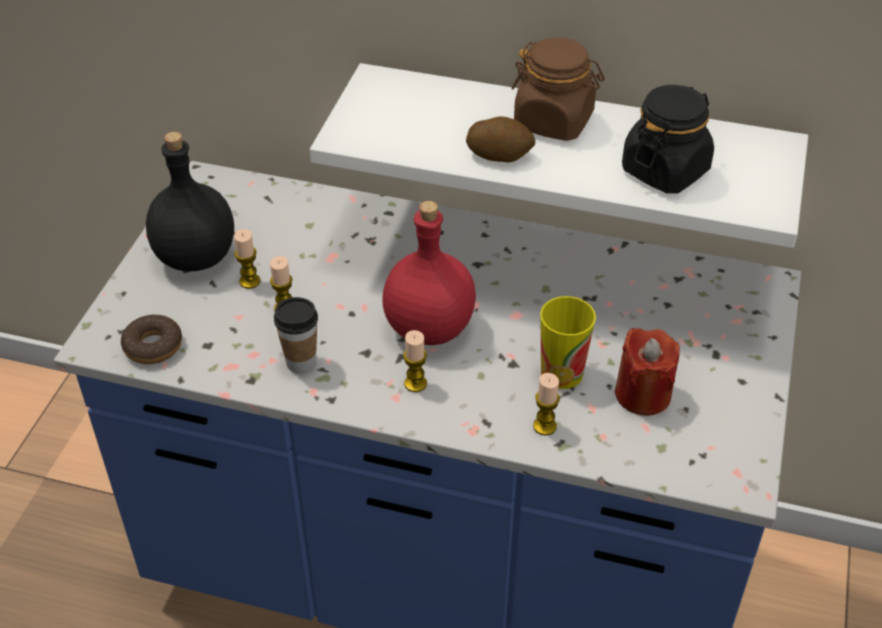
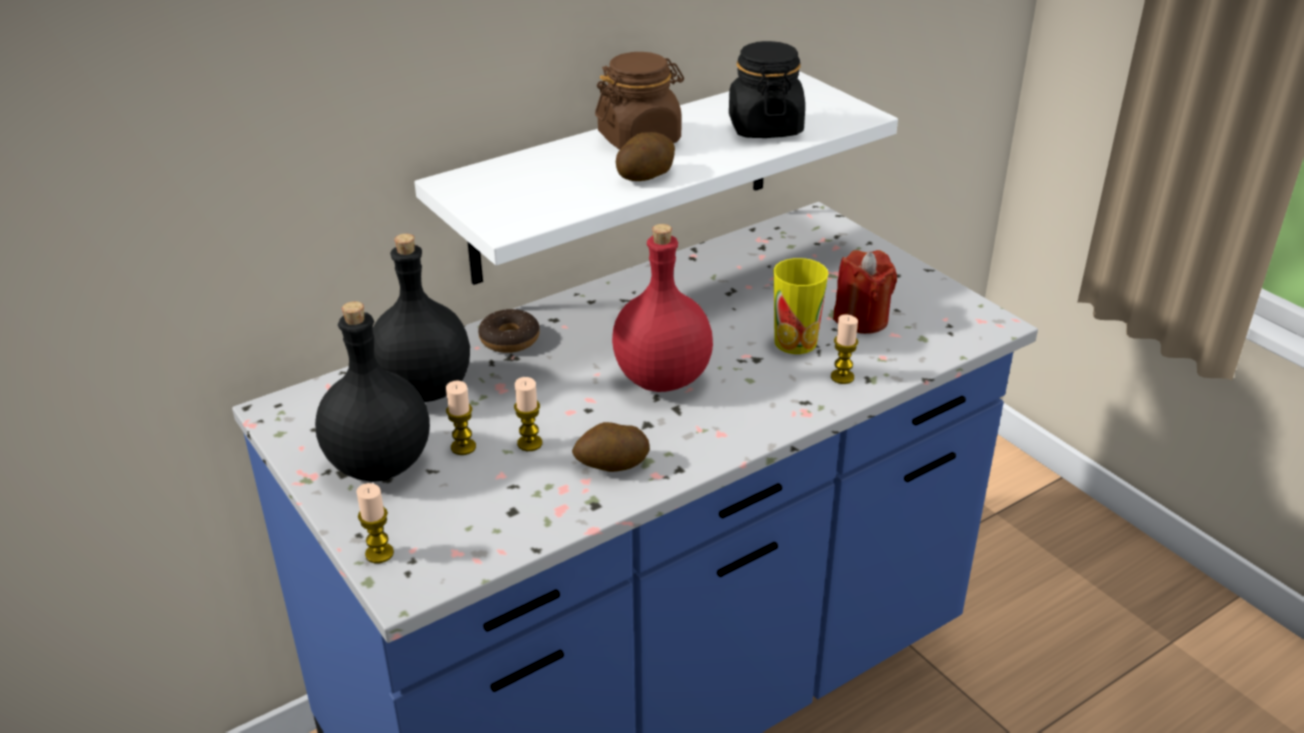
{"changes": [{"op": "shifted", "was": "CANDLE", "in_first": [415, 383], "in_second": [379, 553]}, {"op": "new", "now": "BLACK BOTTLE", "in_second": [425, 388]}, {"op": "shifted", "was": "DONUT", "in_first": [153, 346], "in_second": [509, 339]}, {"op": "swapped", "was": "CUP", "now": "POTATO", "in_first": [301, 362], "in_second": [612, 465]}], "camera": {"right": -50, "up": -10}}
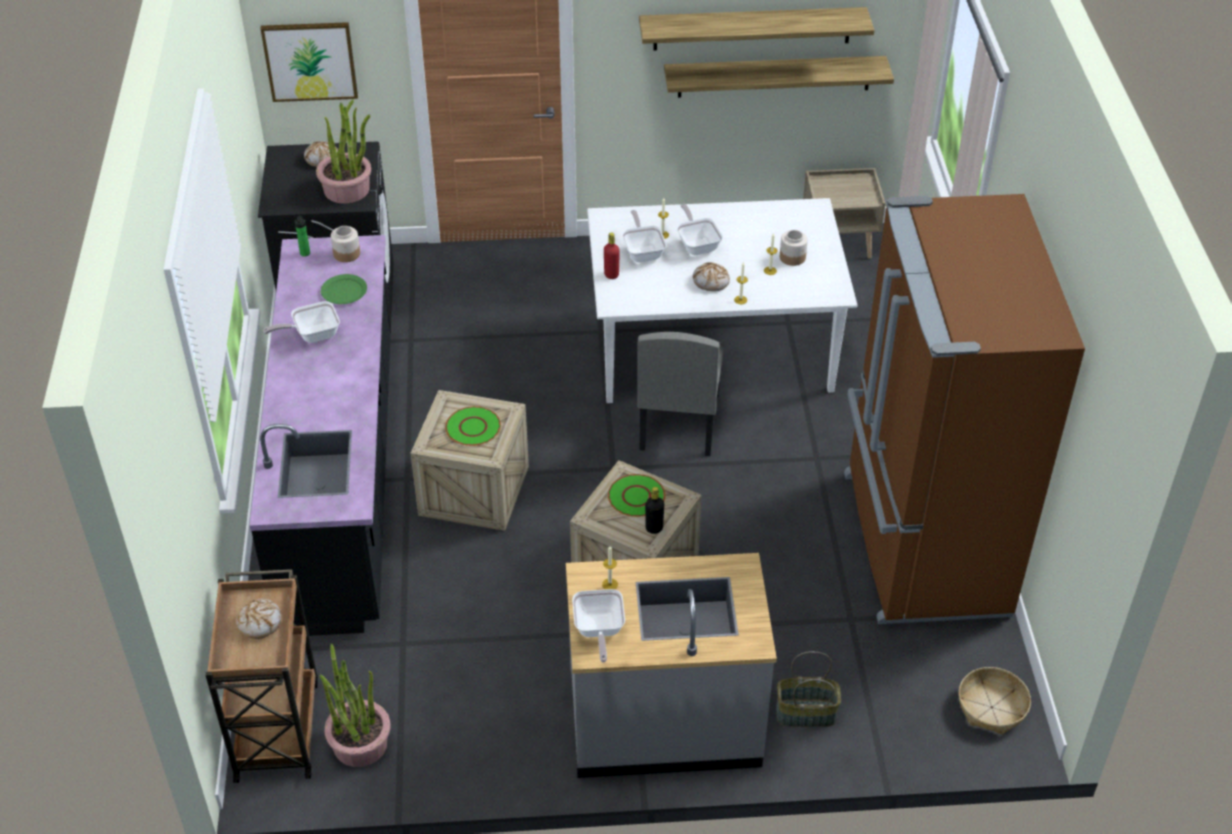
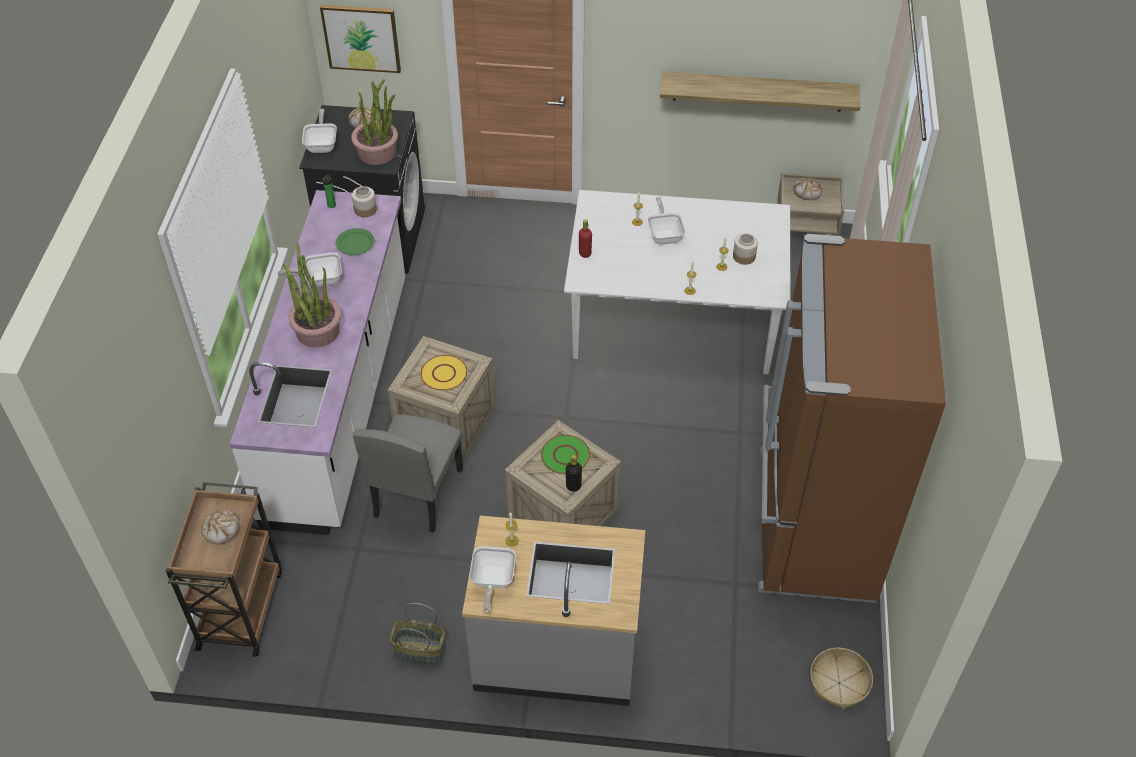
{"changes": [{"op": "repainted", "was": "BLACK COUNTER", "now": "WHITE COUNTER", "in_first": [342, 481], "in_second": [340, 399]}, {"op": "shifted", "was": "POTTED PLANT", "in_first": [360, 743], "in_second": [317, 331]}, {"op": "shifted", "was": "FRYING PAN", "in_first": [643, 251], "in_second": [322, 144]}, {"op": "shifted", "was": "GREY CHAIR", "in_first": [678, 421], "in_second": [417, 492]}, {"op": "shifted", "was": "BASKET", "in_first": [805, 714], "in_second": [419, 651]}, {"op": "repainted", "was": "GREEN PLATE", "now": "YELLOW PLATE", "in_first": [473, 427], "in_second": [444, 373]}, {"op": "shifted", "was": "BREAD", "in_first": [711, 281], "in_second": [807, 192]}, {"op": "gone", "was": "SHELF", "in_first": [752, 28]}], "camera": {"right": 10, "up": 5}}
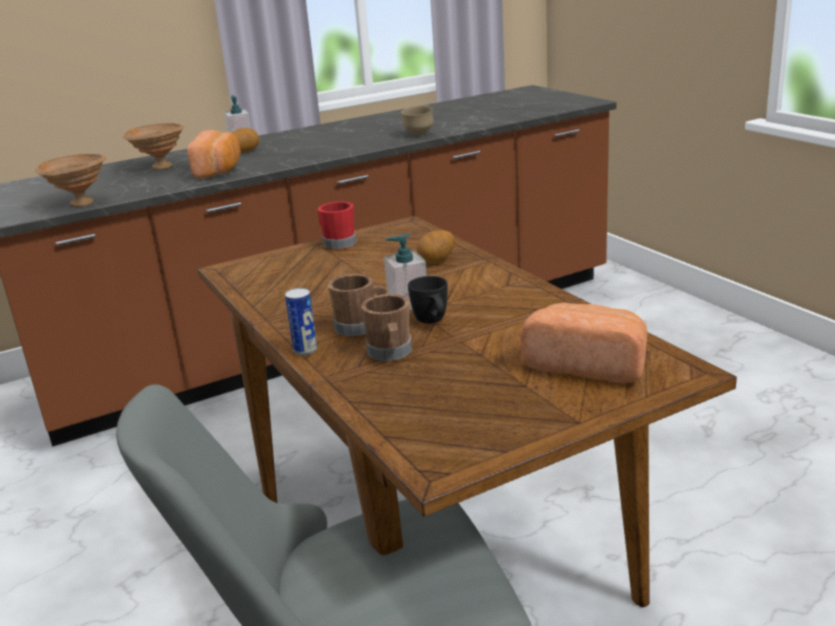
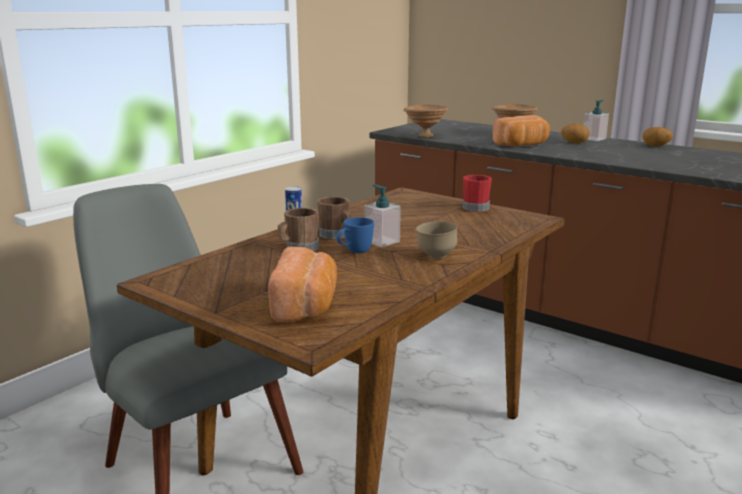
{"changes": [{"op": "repainted", "was": "BLACK MUG", "now": "BLUE MUG", "in_first": [433, 322], "in_second": [354, 252]}, {"op": "shifted", "was": "BROWN BOWL", "in_first": [418, 134], "in_second": [435, 256]}, {"op": "shifted", "was": "POTATO", "in_first": [437, 261], "in_second": [656, 146]}], "camera": {"right": 65, "up": -5}}
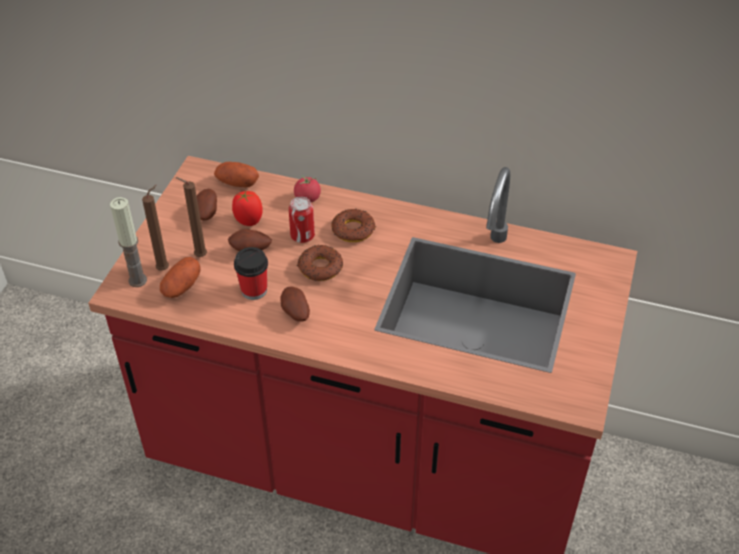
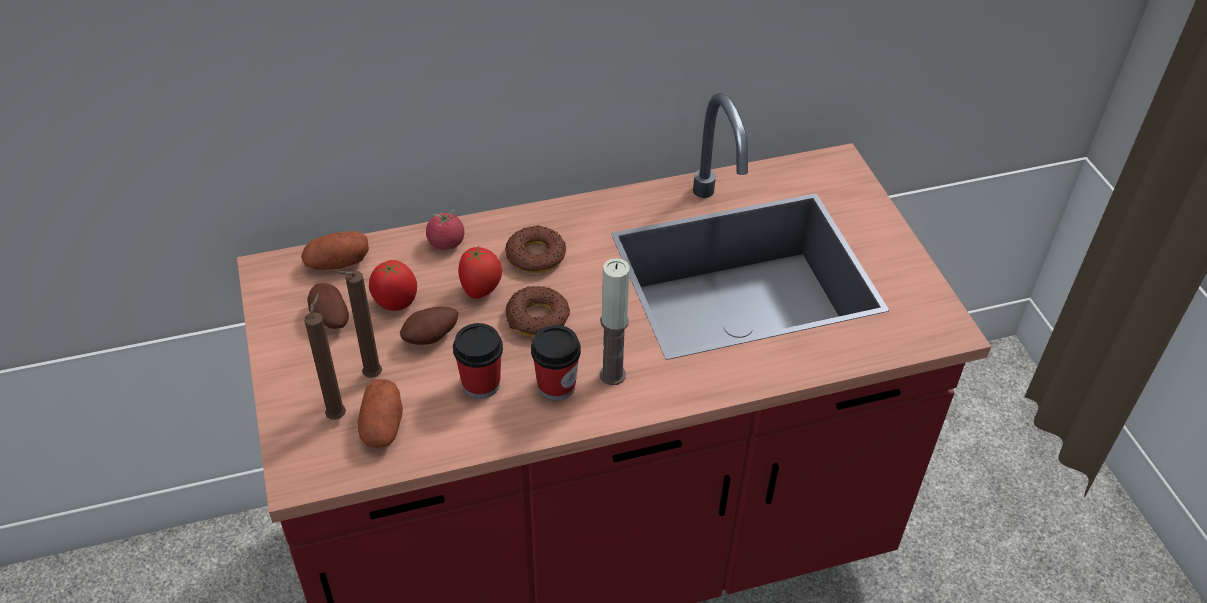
{"changes": [{"op": "swapped", "was": "CAN", "now": "TOMATO", "in_first": [302, 236], "in_second": [481, 290]}, {"op": "swapped", "was": "POTATO", "now": "CUP", "in_first": [295, 313], "in_second": [556, 386]}, {"op": "shifted", "was": "CANDLE", "in_first": [137, 280], "in_second": [612, 374]}], "camera": {"right": -35, "up": 0}}
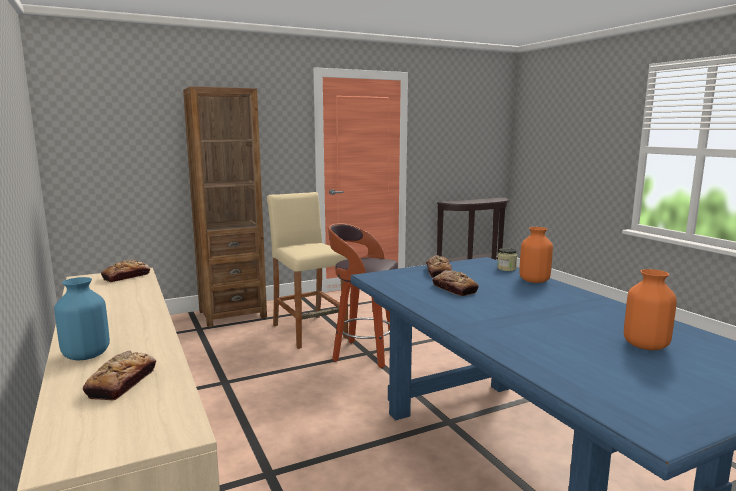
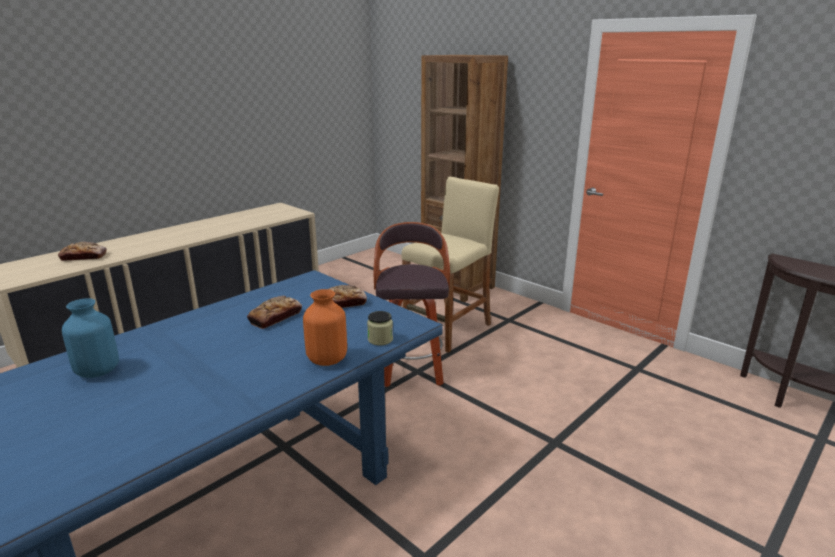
{"changes": [{"op": "shifted", "was": "BLUE VASE", "in_first": [86, 355], "in_second": [97, 371]}, {"op": "gone", "was": "BREAD", "in_first": [126, 276]}, {"op": "gone", "was": "ORANGE VASE", "in_first": [646, 346]}], "camera": {"right": 70, "up": 10}}
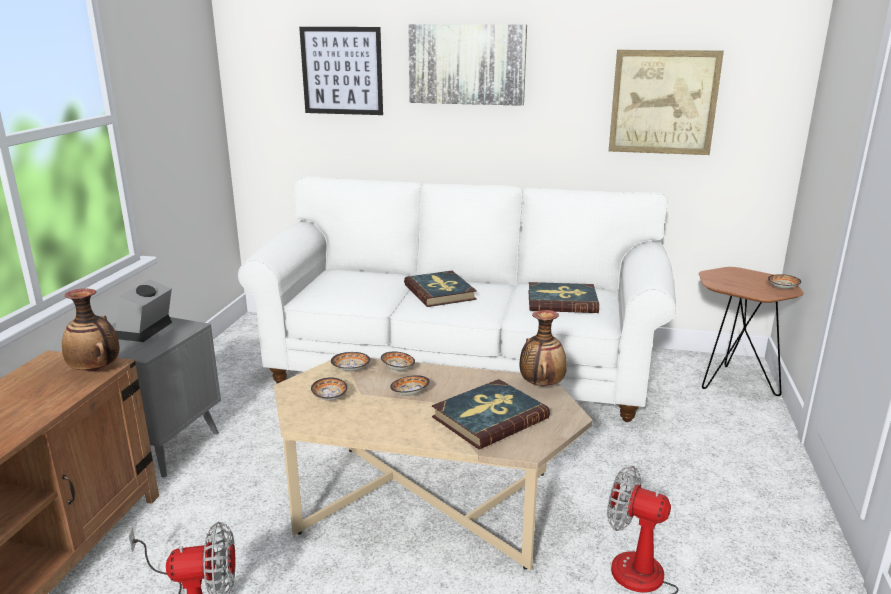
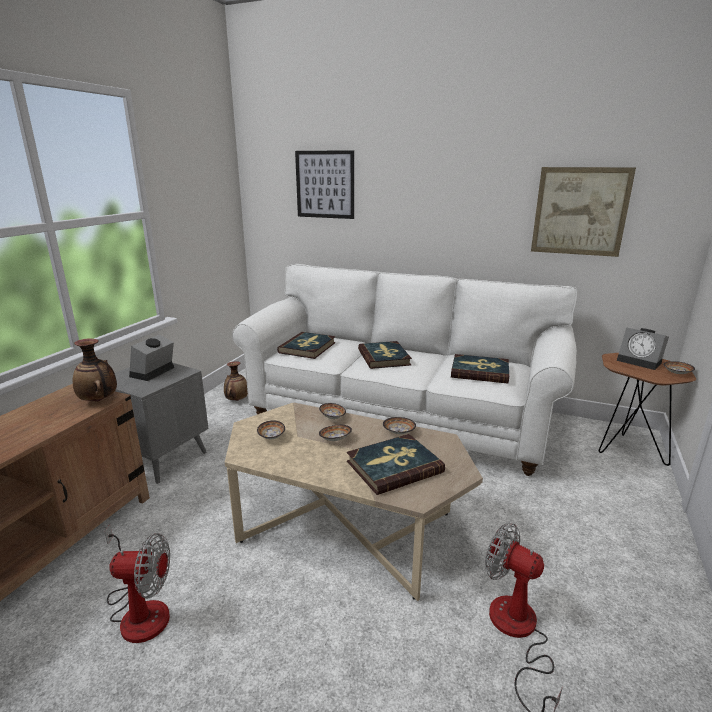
{"changes": [{"op": "shifted", "was": "VASE", "in_first": [541, 385], "in_second": [236, 400]}, {"op": "new", "now": "BOOK", "in_second": [307, 347]}, {"op": "shifted", "was": "BOWL", "in_first": [351, 369], "in_second": [399, 432]}, {"op": "new", "now": "ALARM CLOCK", "in_second": [640, 361]}, {"op": "gone", "was": "PICTURE", "in_first": [467, 64]}], "camera": {"right": 10, "up": 0}}
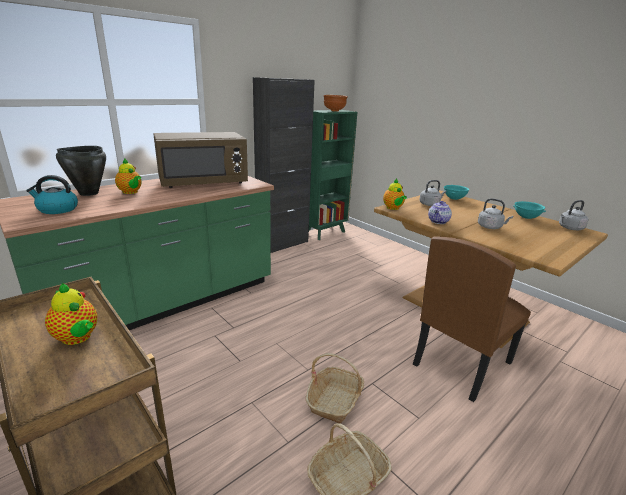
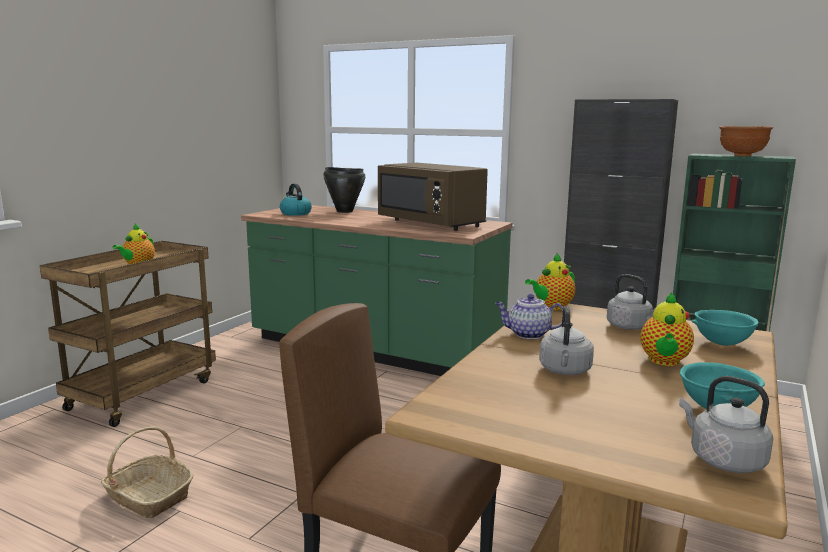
{"changes": [{"op": "shifted", "was": "TEAPOT", "in_first": [131, 192], "in_second": [664, 361]}, {"op": "gone", "was": "BASKET", "in_first": [335, 400]}], "camera": {"right": 70, "up": -10}}
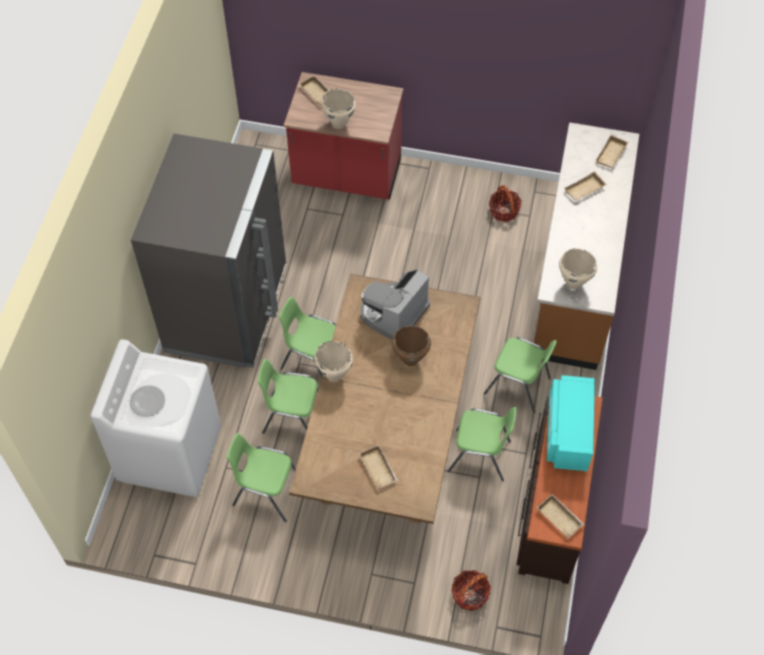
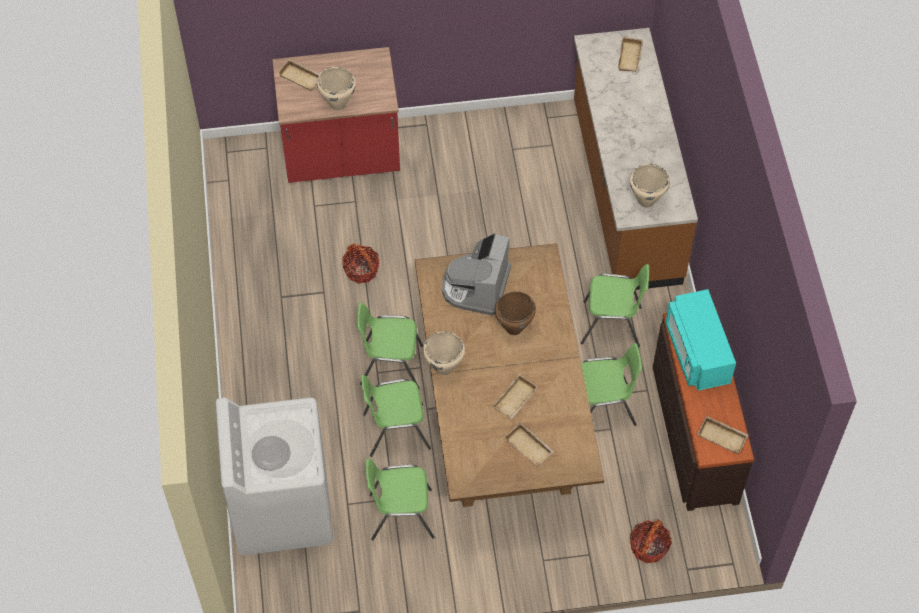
{"changes": [{"op": "shifted", "was": "BASKET", "in_first": [504, 211], "in_second": [361, 270]}, {"op": "shifted", "was": "BEIGE TRAY", "in_first": [584, 190], "in_second": [515, 400]}, {"op": "gone", "was": "GREY FRIDGE", "in_first": [227, 309]}], "camera": {"right": -20, "up": 0}}
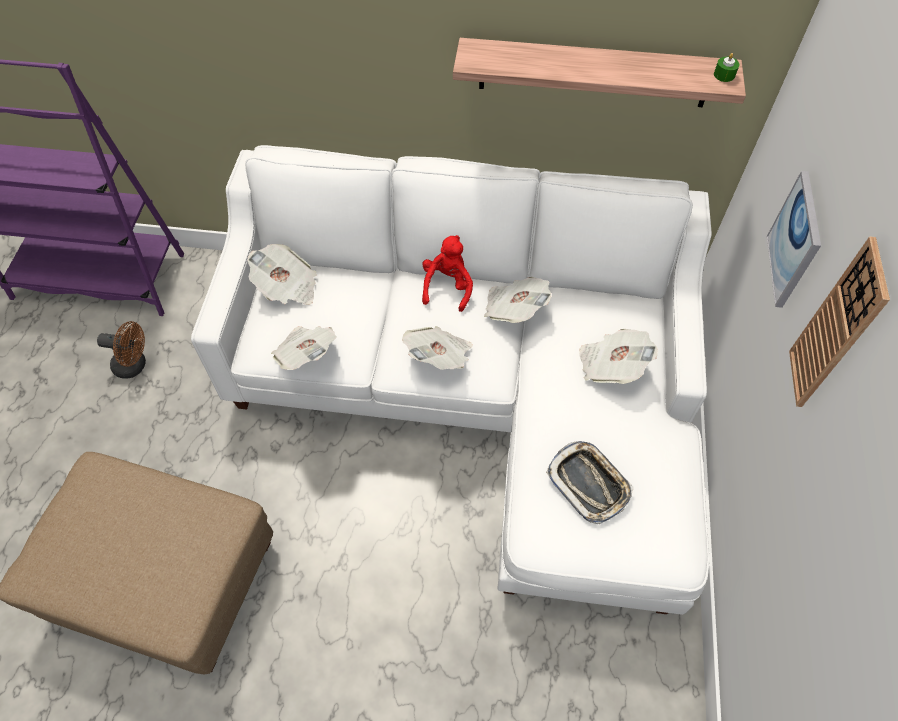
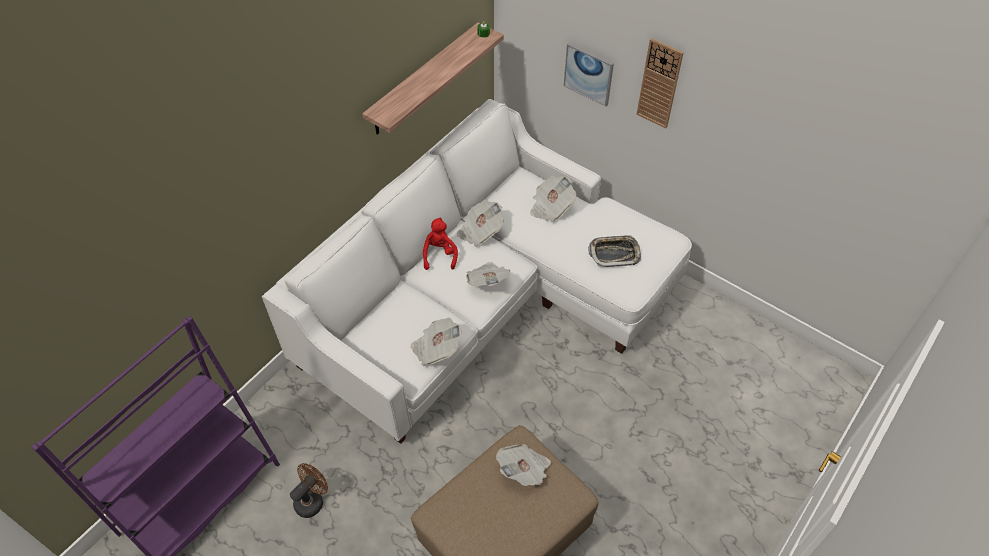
{"changes": [{"op": "rotated", "was": "RED PLUSH TOY", "in_first": [447, 287], "in_second": [438, 254], "clockwise": 45}, {"op": "shifted", "was": "NEWSPAPER", "in_first": [287, 287], "in_second": [524, 470]}], "camera": {"right": -60, "up": -5}}
